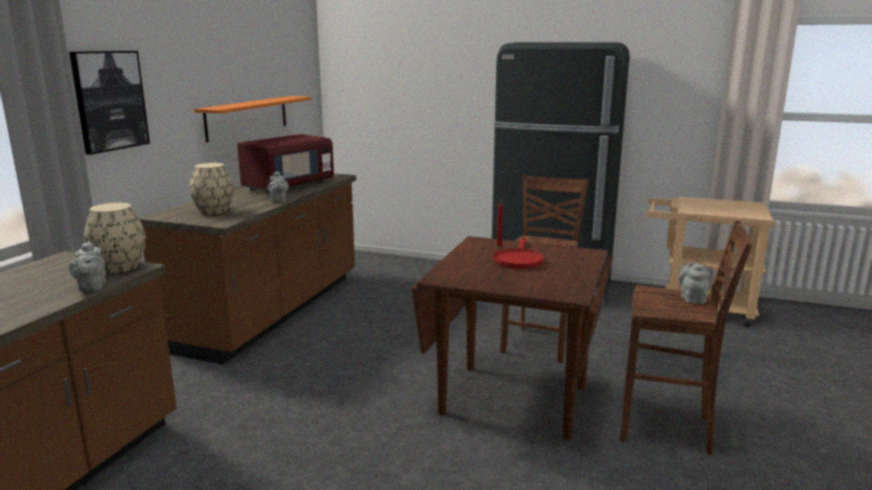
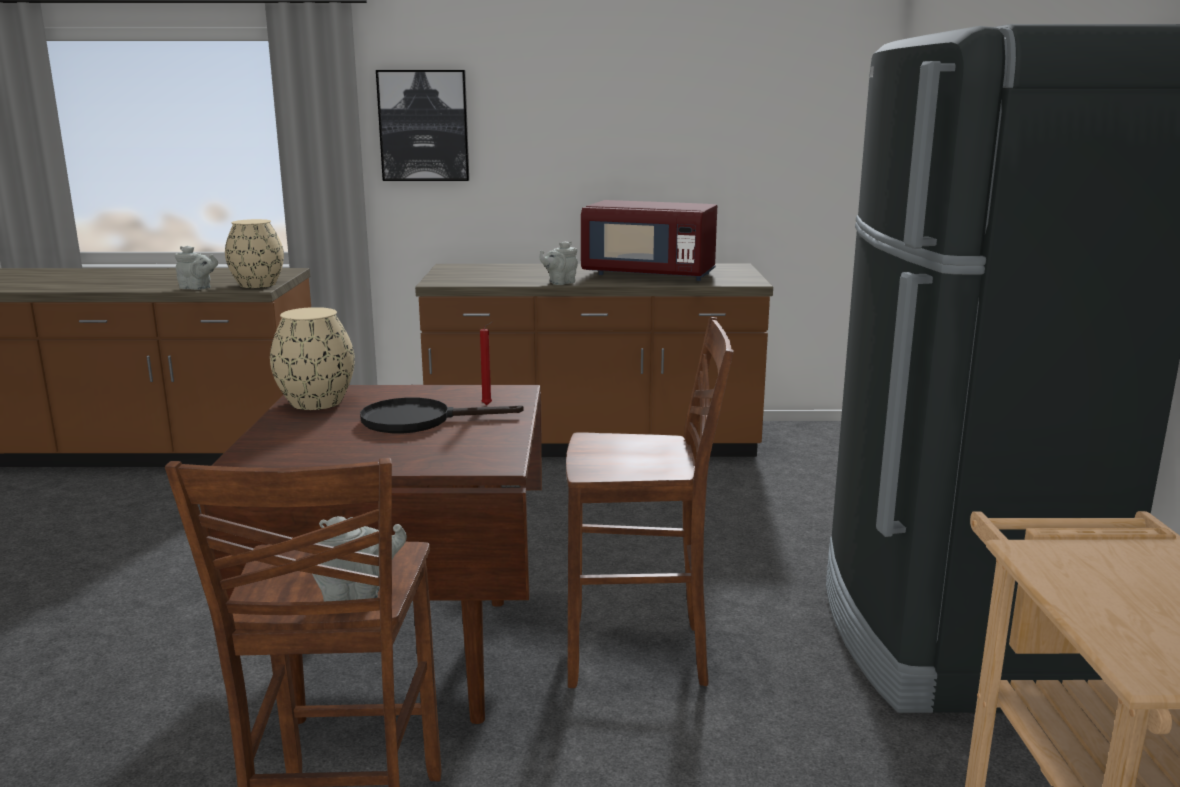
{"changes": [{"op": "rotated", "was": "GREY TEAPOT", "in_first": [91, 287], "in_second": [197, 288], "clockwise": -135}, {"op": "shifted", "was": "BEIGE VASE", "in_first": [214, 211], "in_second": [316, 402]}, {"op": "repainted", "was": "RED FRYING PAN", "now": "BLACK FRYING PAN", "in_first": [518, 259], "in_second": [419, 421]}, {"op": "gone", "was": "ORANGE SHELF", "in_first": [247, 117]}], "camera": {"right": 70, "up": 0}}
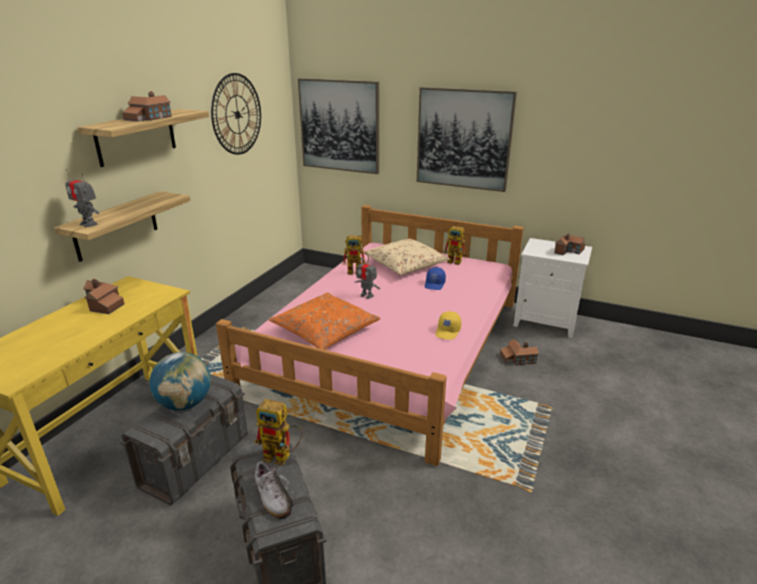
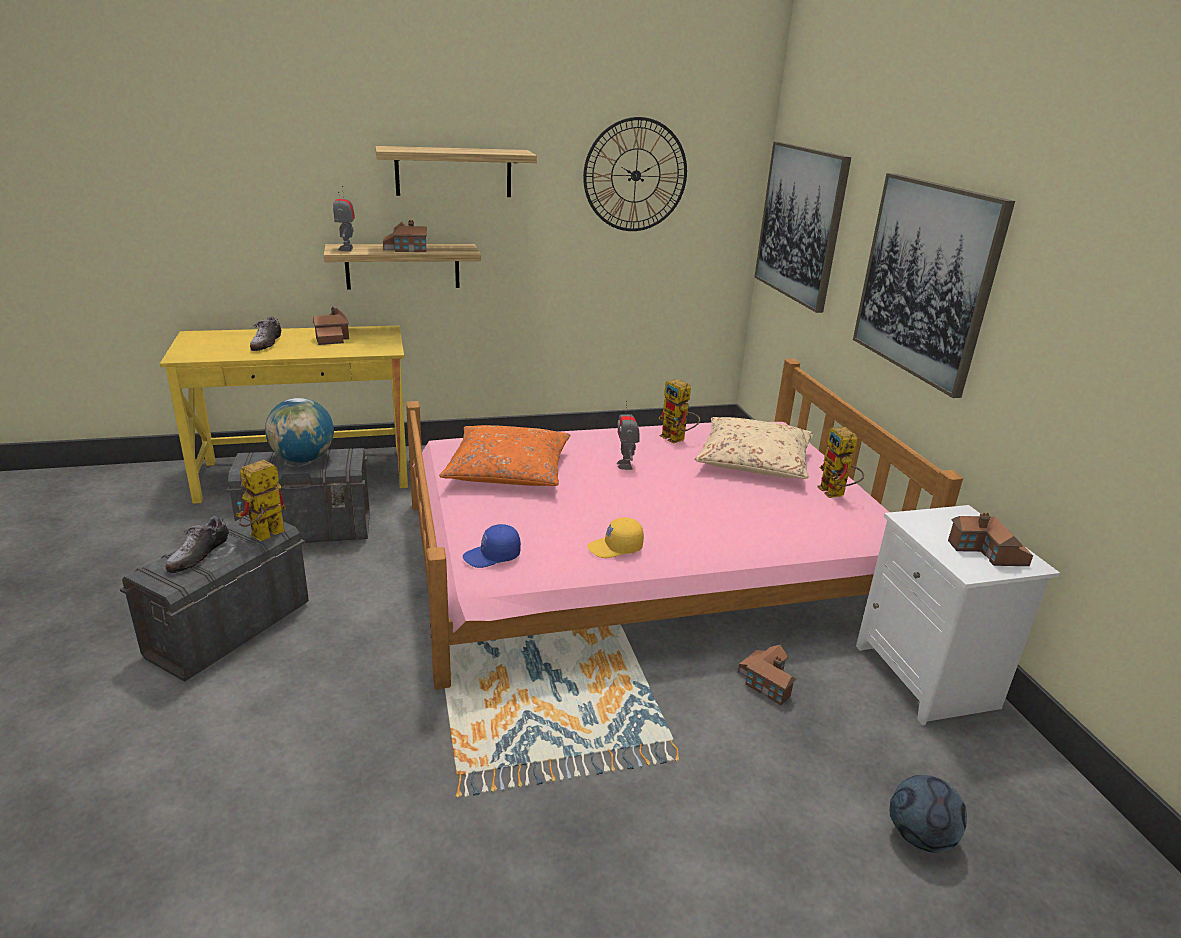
{"changes": [{"op": "rotated", "was": "TOY ROBOT", "in_first": [282, 456], "in_second": [263, 537], "clockwise": 60}, {"op": "new", "now": "SHOE", "in_second": [266, 343]}, {"op": "shifted", "was": "TOY HOUSE", "in_first": [148, 118], "in_second": [405, 248]}, {"op": "shifted", "was": "BLUE CAP", "in_first": [435, 284], "in_second": [492, 556]}, {"op": "new", "now": "FOOTBALL", "in_second": [920, 837]}], "camera": {"right": 50, "up": 0}}
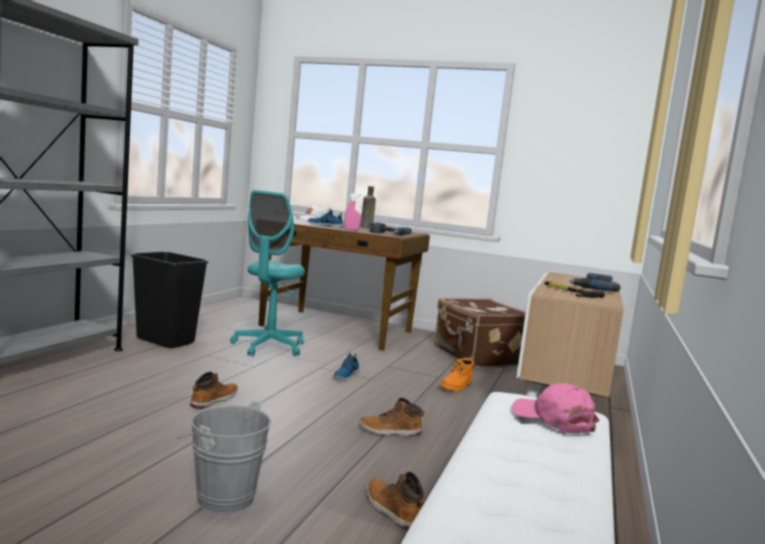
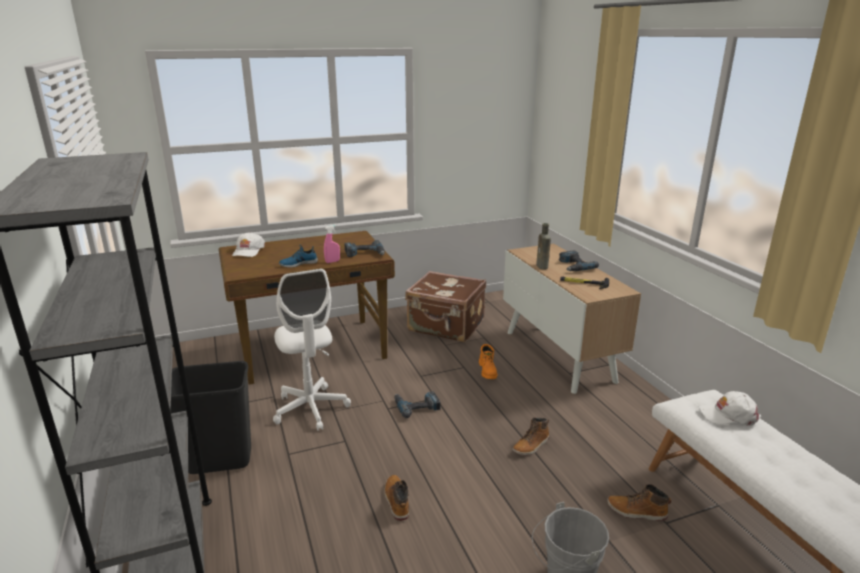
{"changes": [{"op": "repainted", "was": "TURQUOISE OFFICE CHAIR", "now": "WHITE OFFICE CHAIR", "in_first": [268, 347], "in_second": [311, 409]}, {"op": "swapped", "was": "SHOE", "now": "POWER DRILL", "in_first": [345, 375], "in_second": [416, 406]}, {"op": "shifted", "was": "BROWN BOTTLE", "in_first": [366, 227], "in_second": [542, 267]}, {"op": "repainted", "was": "PINK CAP", "now": "WHITE CAP", "in_first": [553, 419], "in_second": [728, 415]}], "camera": {"right": -40, "up": 15}}
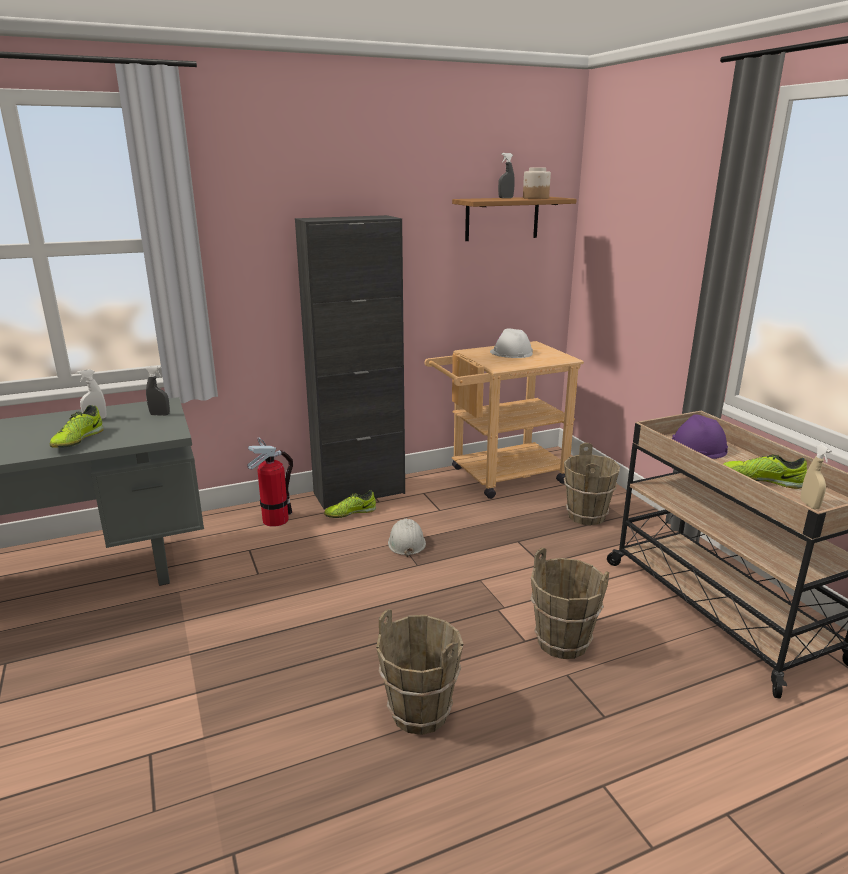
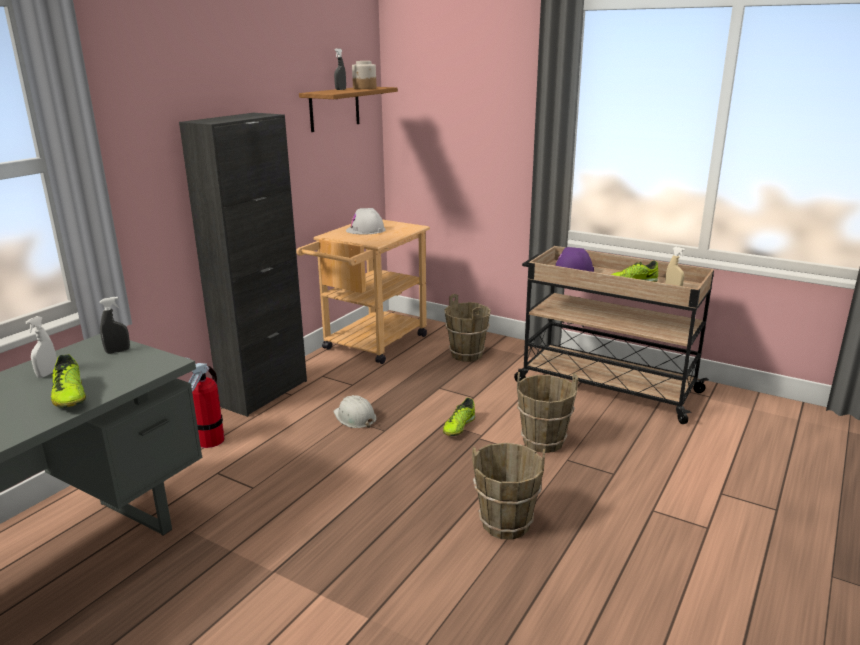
{"changes": [{"op": "shifted", "was": "SHOE", "in_first": [350, 513], "in_second": [459, 427]}], "camera": {"right": -35, "up": 0}}
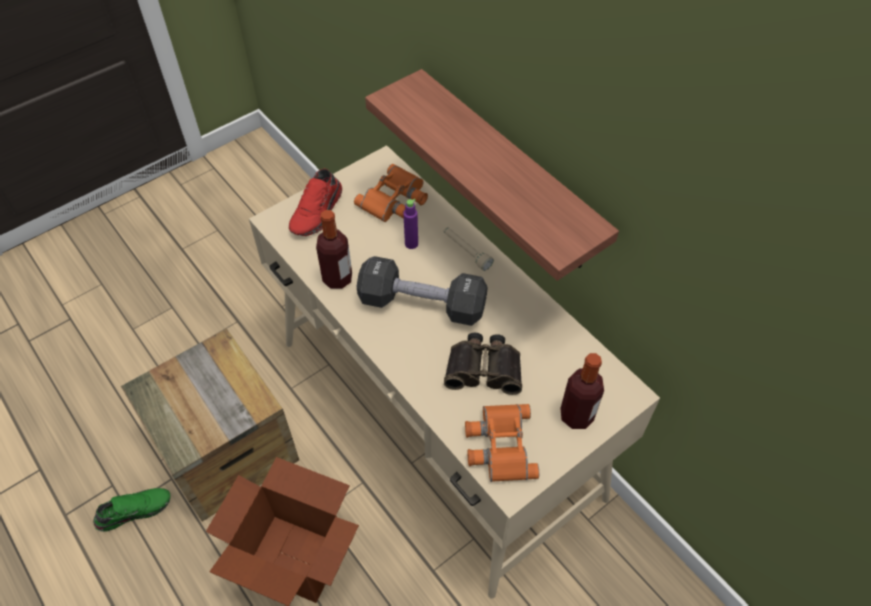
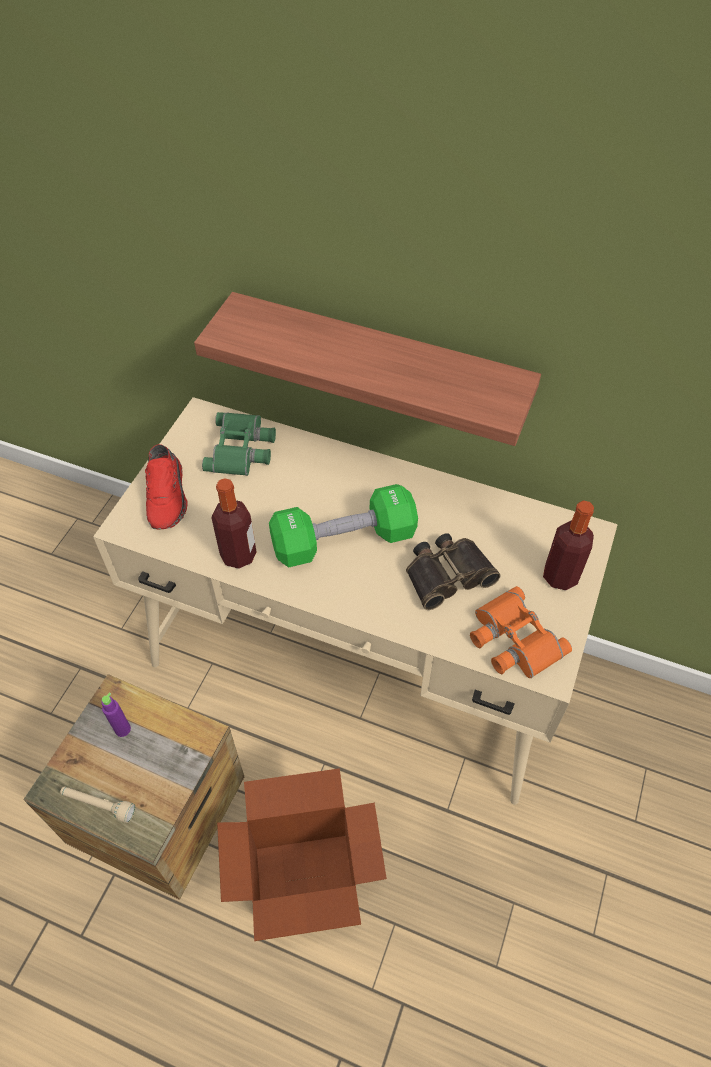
{"changes": [{"op": "shifted", "was": "BEIGE FLASHLIGHT", "in_first": [466, 251], "in_second": [98, 804]}, {"op": "shifted", "was": "PURPLE BOTTLE", "in_first": [411, 244], "in_second": [123, 729]}, {"op": "repainted", "was": "ORANGE BINOCULARS", "now": "GREEN BINOCULARS", "in_first": [395, 200], "in_second": [242, 449]}, {"op": "repainted", "was": "BLACK DUMBBELL", "now": "GREEN DUMBBELL", "in_first": [422, 304], "in_second": [344, 540]}, {"op": "gone", "was": "GREEN SHOE", "in_first": [134, 510]}], "camera": {"right": -30, "up": 0}}
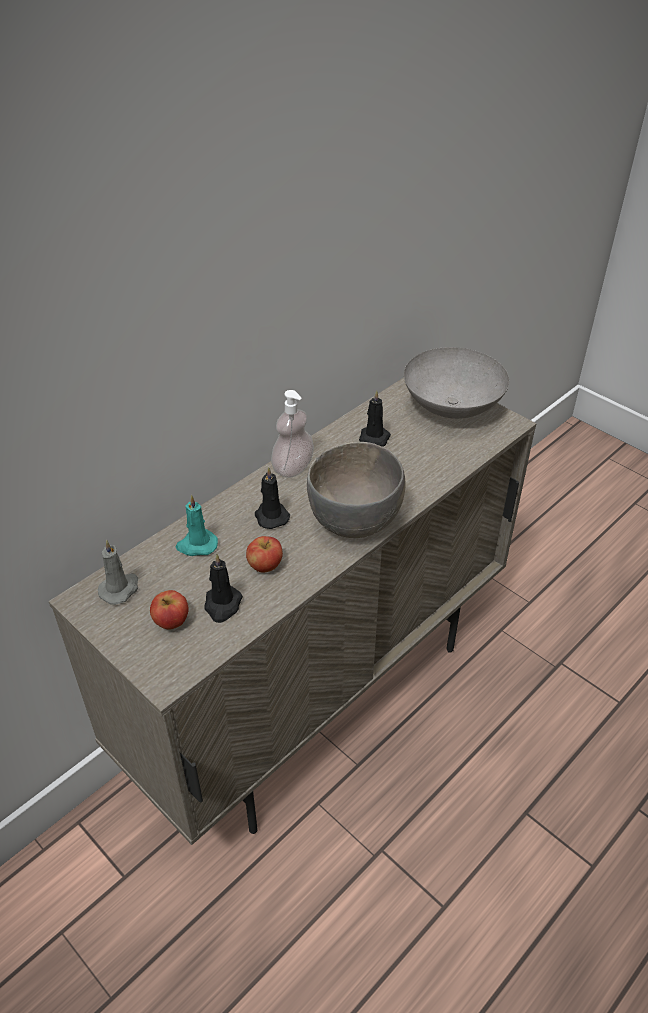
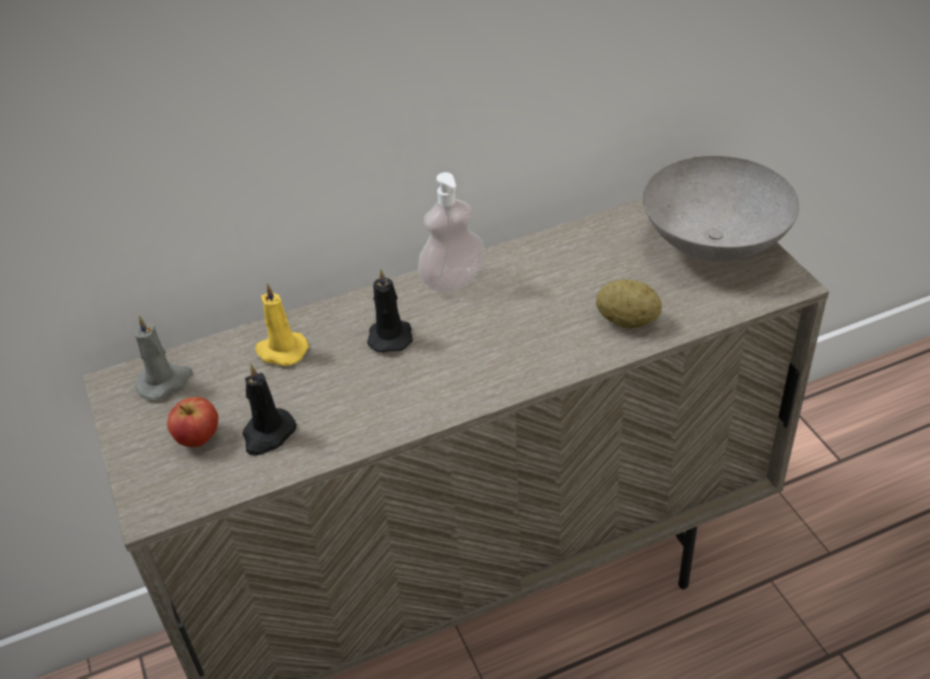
{"changes": [{"op": "repainted", "was": "TURQUOISE CANDLE", "now": "YELLOW CANDLE", "in_first": [196, 545], "in_second": [281, 351]}, {"op": "new", "now": "POTATO", "in_second": [627, 321]}, {"op": "gone", "was": "APPLE", "in_first": [265, 566]}, {"op": "gone", "was": "GREY BOWL", "in_first": [355, 521]}, {"op": "gone", "was": "BLACK CANDLE", "in_first": [373, 440]}], "camera": {"right": 25, "up": 0}}
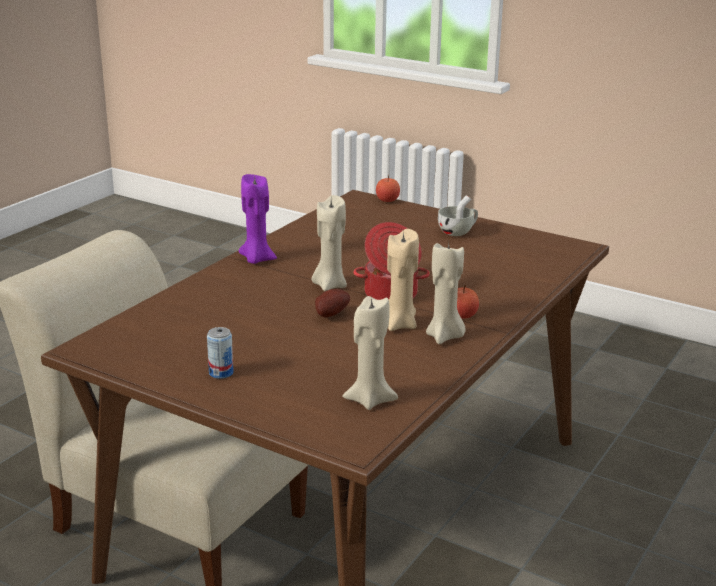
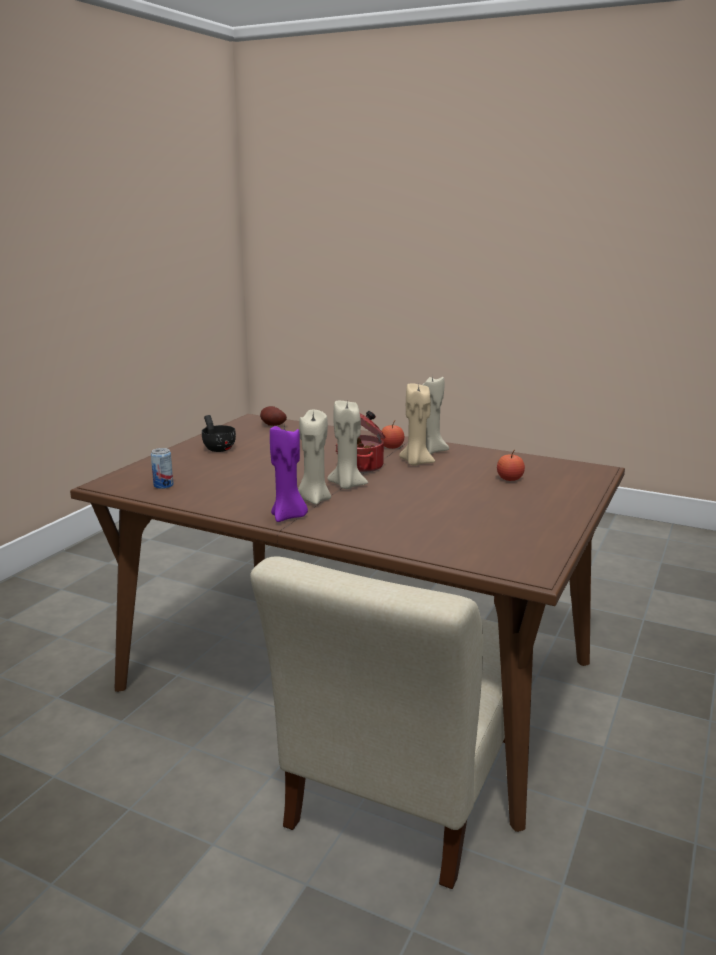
{"changes": [{"op": "shifted", "was": "CAN", "in_first": [221, 373], "in_second": [163, 485]}, {"op": "repainted", "was": "WHITE CUP", "now": "BLACK CUP", "in_first": [458, 232], "in_second": [217, 448]}, {"op": "shifted", "was": "POTATO", "in_first": [330, 315], "in_second": [272, 426]}, {"op": "shifted", "was": "BEIGE CANDLE", "in_first": [369, 400], "in_second": [313, 499]}, {"op": "shifted", "was": "APPLE", "in_first": [387, 200], "in_second": [509, 479]}], "camera": {"right": -95, "up": -5}}
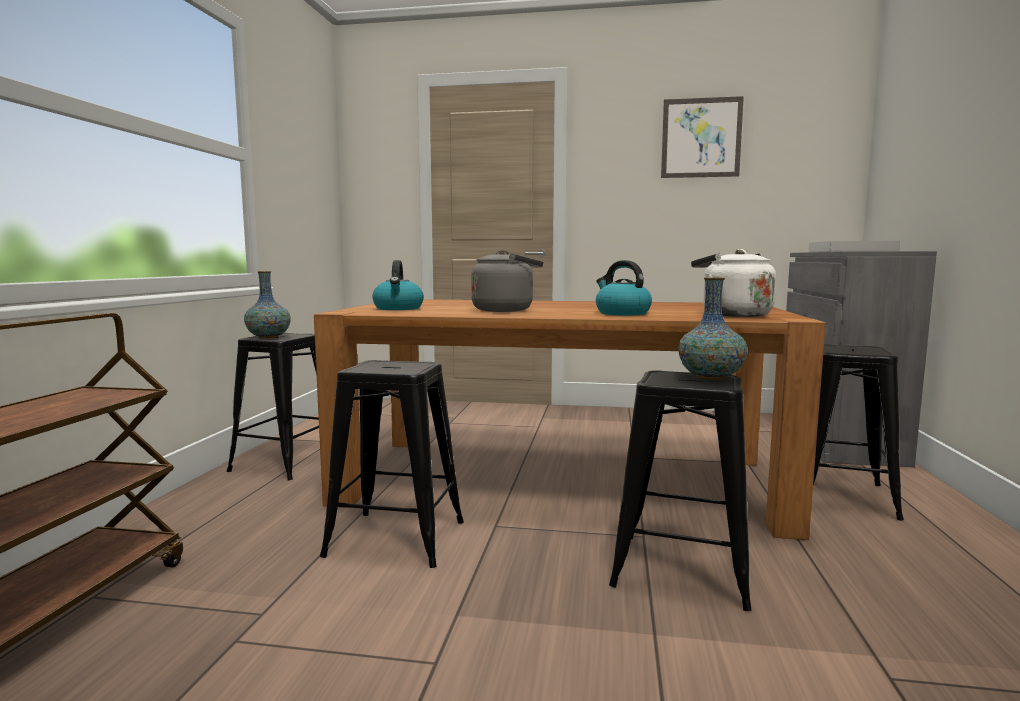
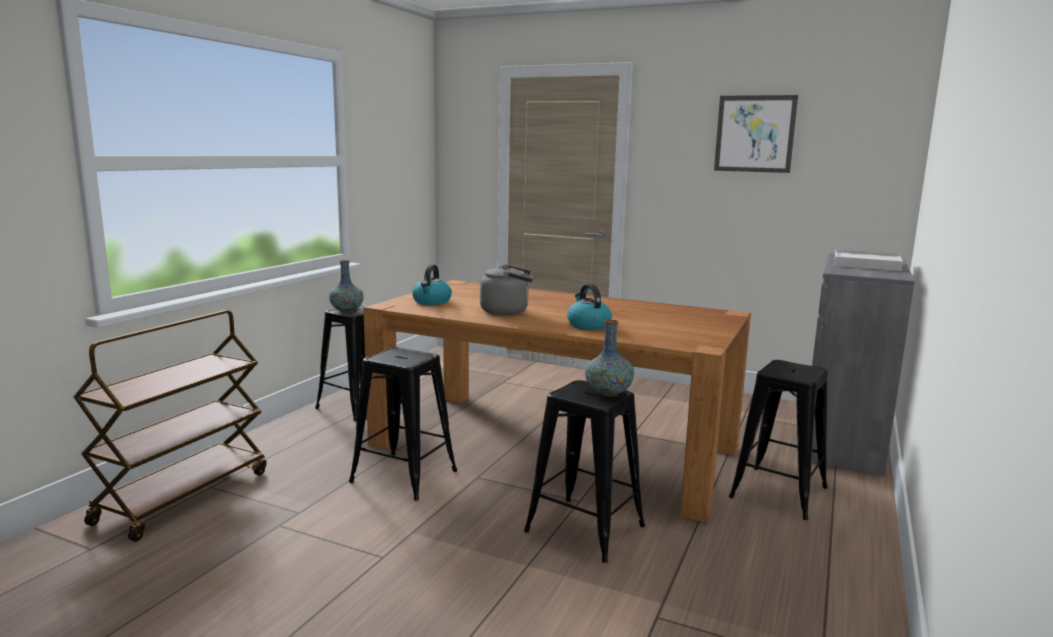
{"changes": [{"op": "gone", "was": "WHITE KETTLE", "in_first": [732, 315]}], "camera": {"right": 15, "up": 5}}
